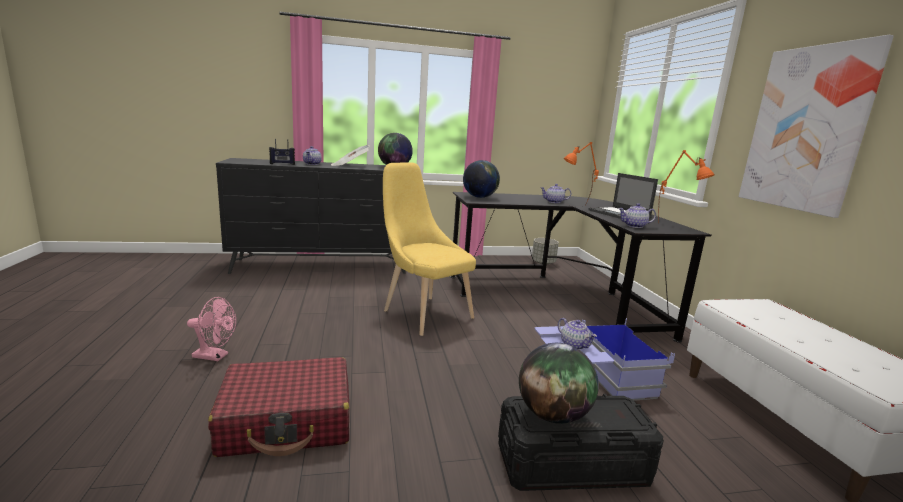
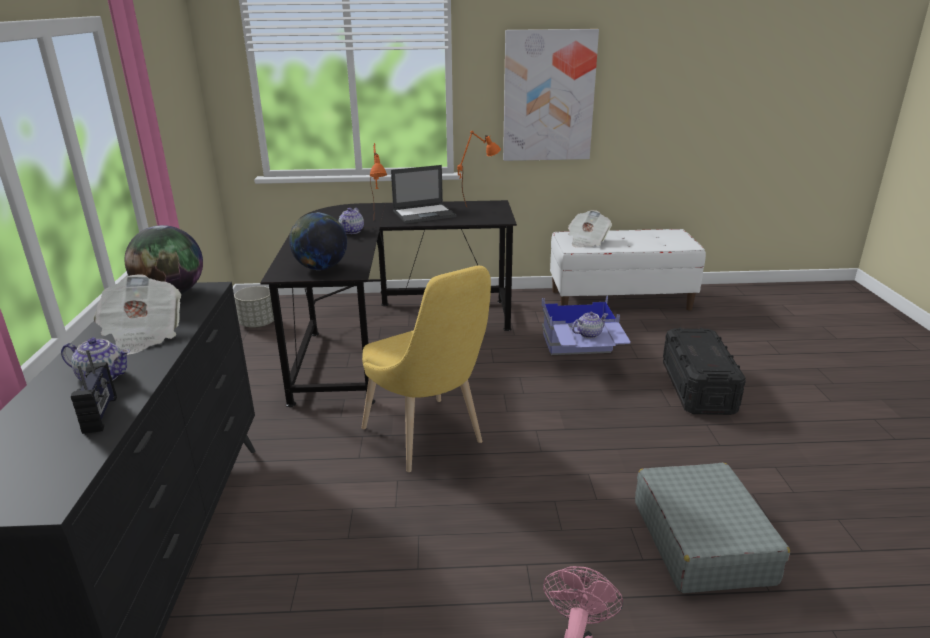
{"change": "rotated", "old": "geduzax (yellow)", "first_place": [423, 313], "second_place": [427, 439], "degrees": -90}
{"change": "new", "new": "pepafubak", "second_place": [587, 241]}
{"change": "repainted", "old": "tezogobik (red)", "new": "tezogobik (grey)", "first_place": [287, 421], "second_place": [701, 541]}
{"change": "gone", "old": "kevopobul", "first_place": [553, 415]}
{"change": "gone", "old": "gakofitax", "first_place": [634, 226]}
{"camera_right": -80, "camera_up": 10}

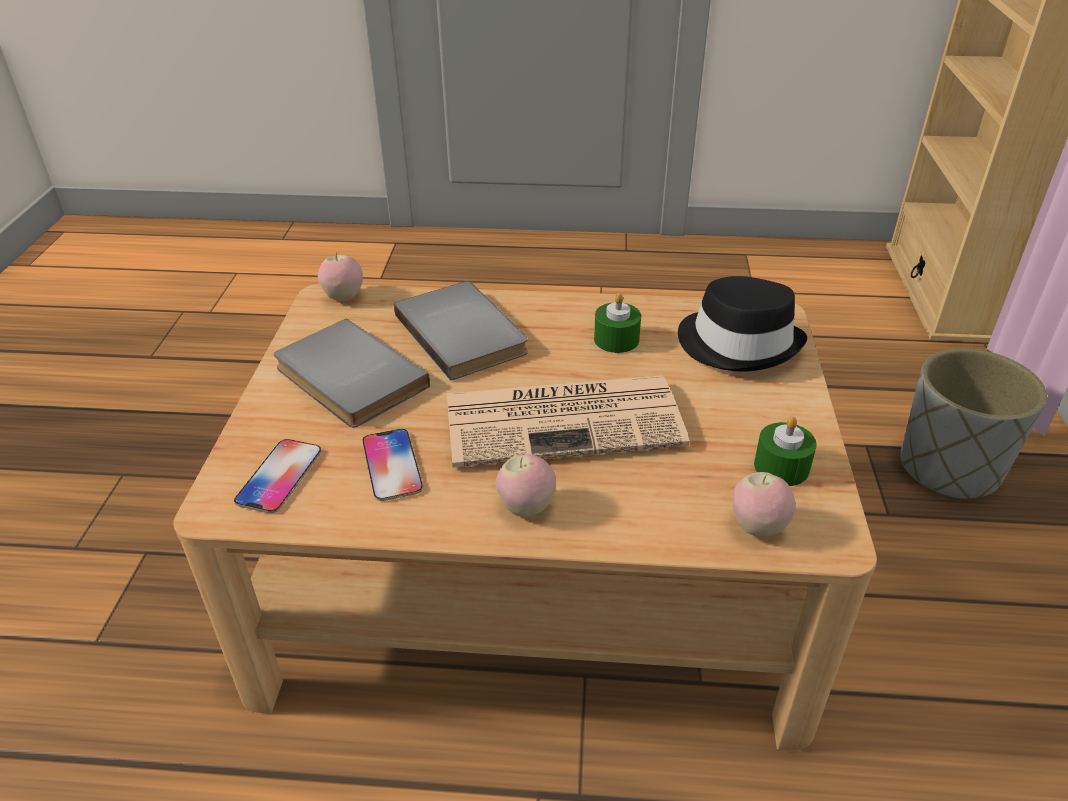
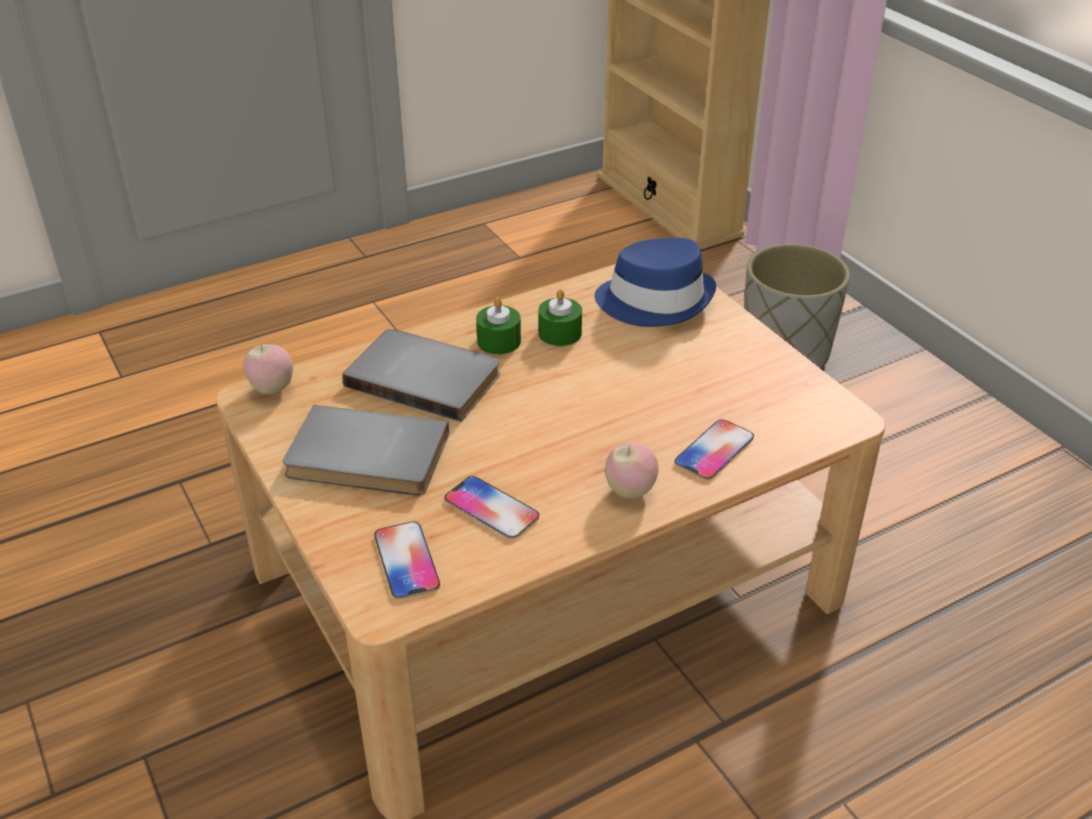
{"change": "shifted", "old": "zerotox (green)", "first_place": [781, 467], "second_place": [499, 341]}
{"change": "repainted", "old": "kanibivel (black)", "new": "kanibivel (blue)", "first_place": [739, 343], "second_place": [655, 300]}
{"change": "new", "new": "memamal", "second_place": [714, 451]}
{"change": "gone", "old": "pepafubak", "first_place": [566, 420]}
{"change": "gone", "old": "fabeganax", "first_place": [757, 527]}
{"camera_right": -35, "camera_up": 0}

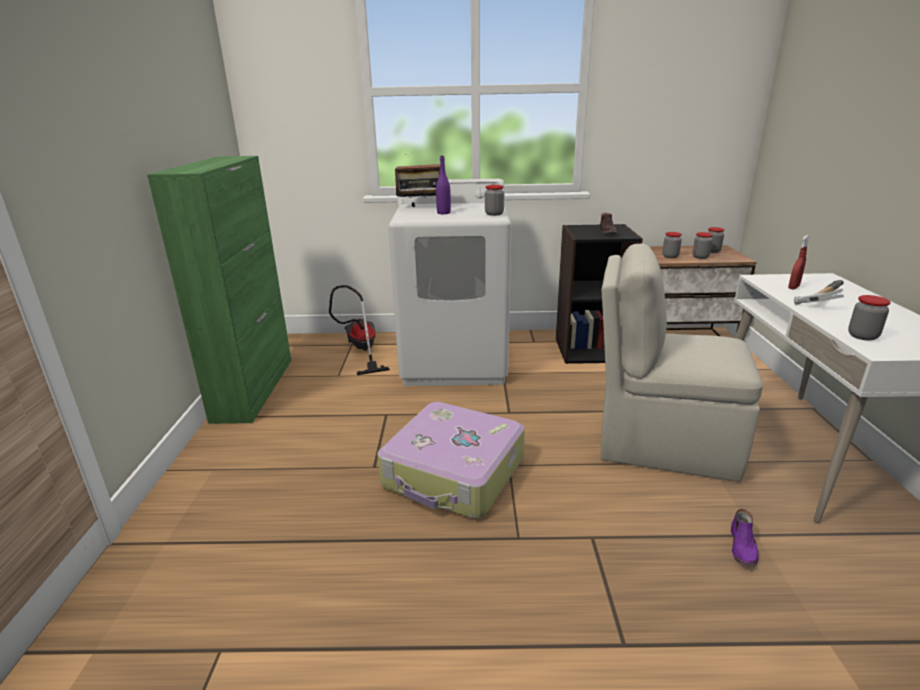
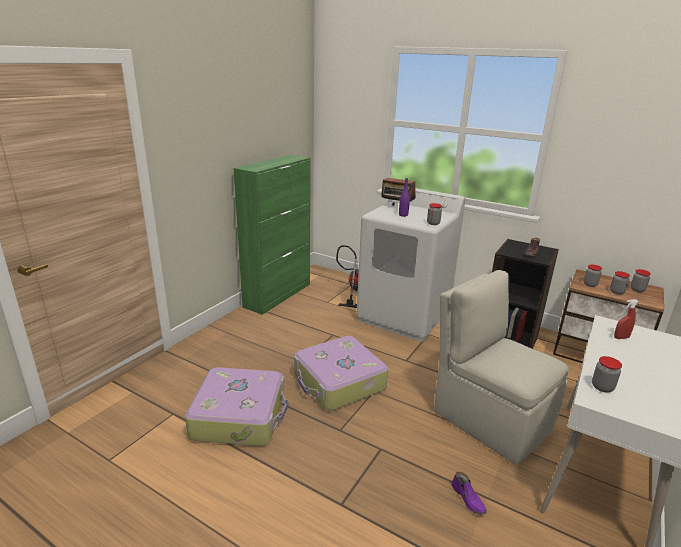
{"change": "new", "new": "tezogobik", "second_place": [240, 416]}
{"change": "rotated", "old": "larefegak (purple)", "first_place": [743, 547], "second_place": [468, 499], "degrees": -75}
{"change": "gone", "old": "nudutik", "first_place": [820, 299]}
{"camera_right": 30, "camera_up": 0}

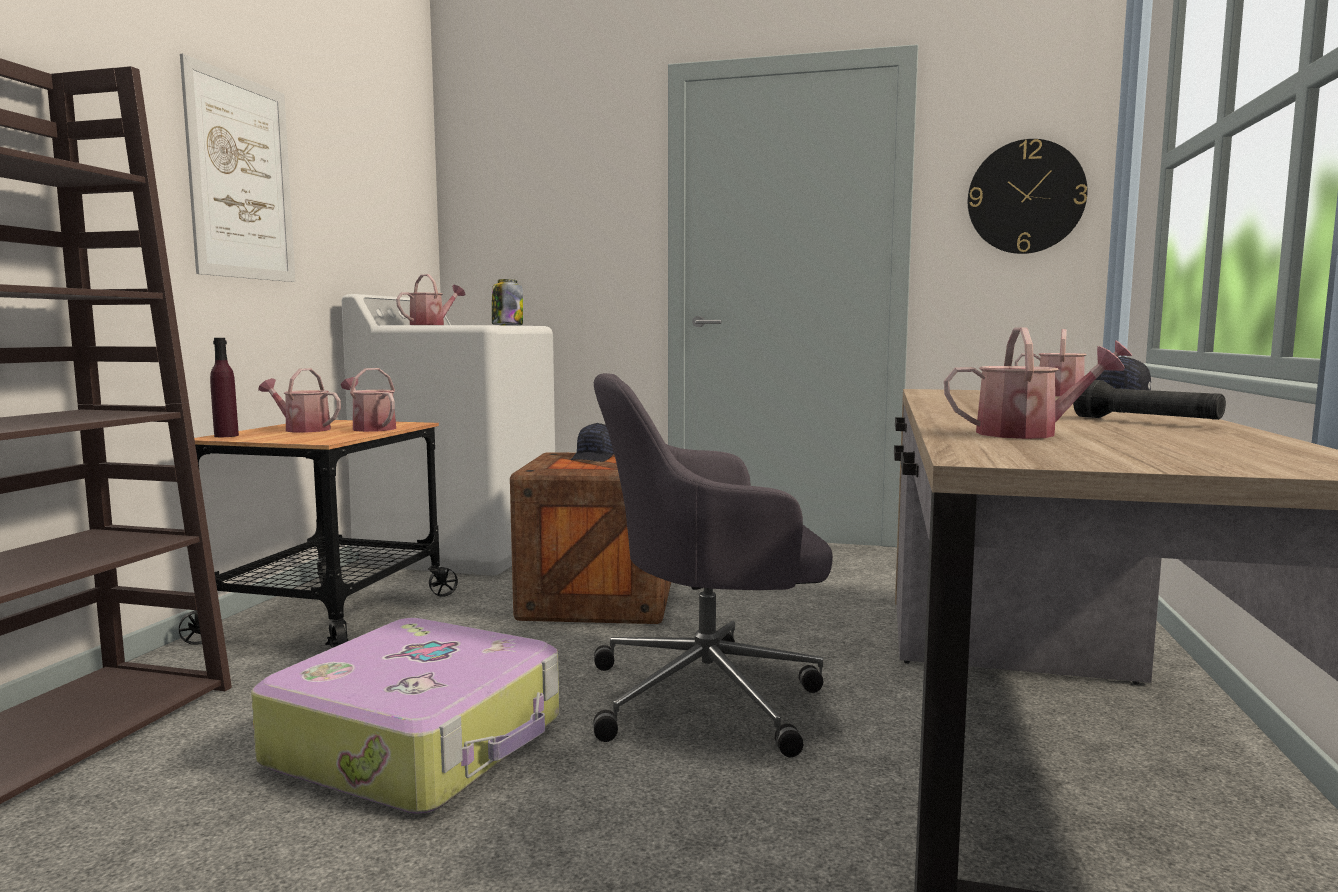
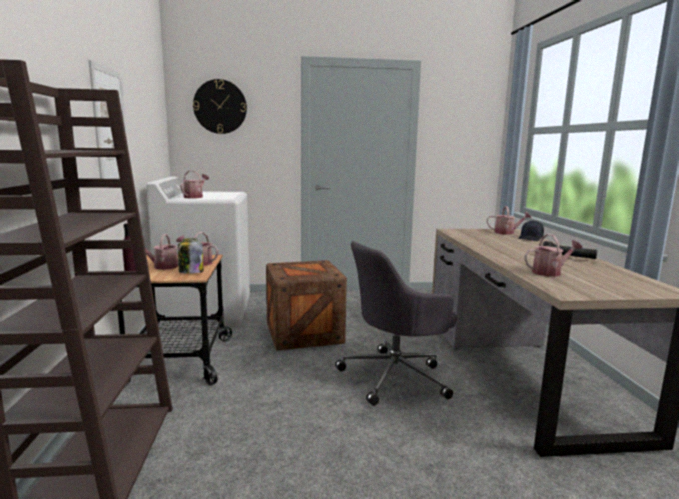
{"change": "shifted", "old": "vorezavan", "first_place": [507, 325], "second_place": [190, 272]}
{"change": "shifted", "old": "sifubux", "first_place": [1025, 197], "second_place": [220, 106]}
{"change": "gone", "old": "tezogobik", "first_place": [421, 741]}
{"change": "gone", "old": "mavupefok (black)", "first_place": [595, 458]}
{"camera_right": -20, "camera_up": 5}

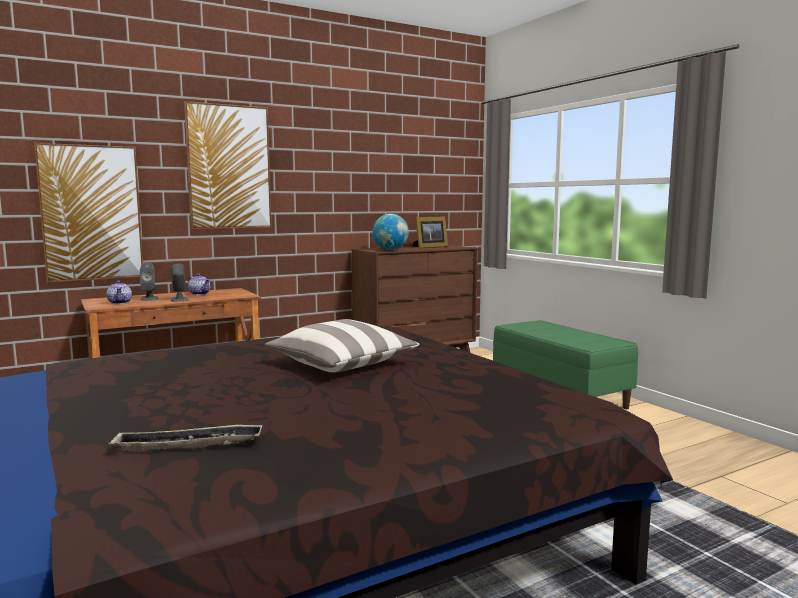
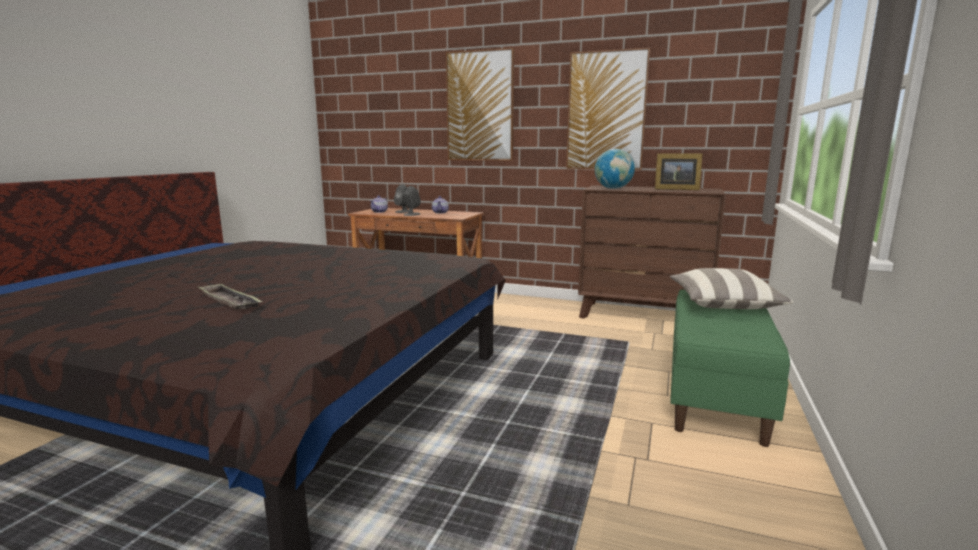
{"change": "shifted", "old": "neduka", "first_place": [188, 445], "second_place": [229, 302]}
{"change": "shifted", "old": "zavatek", "first_place": [91, 213], "second_place": [606, 111]}
{"change": "shifted", "old": "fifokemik", "first_place": [342, 364], "second_place": [724, 304]}
{"camera_right": 50, "camera_up": 5}

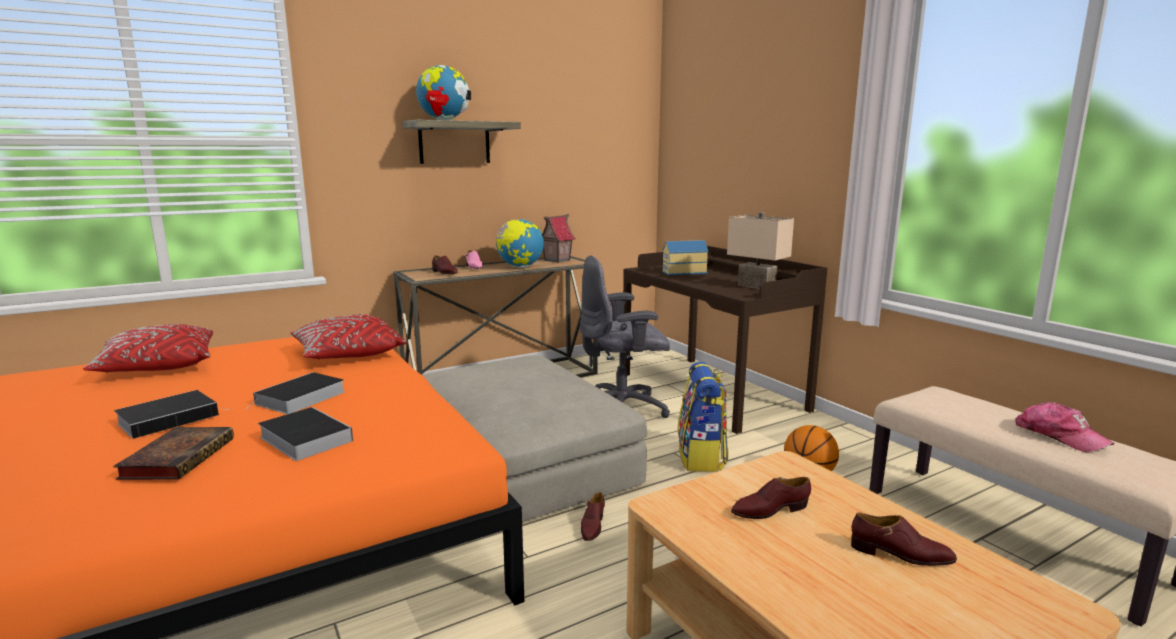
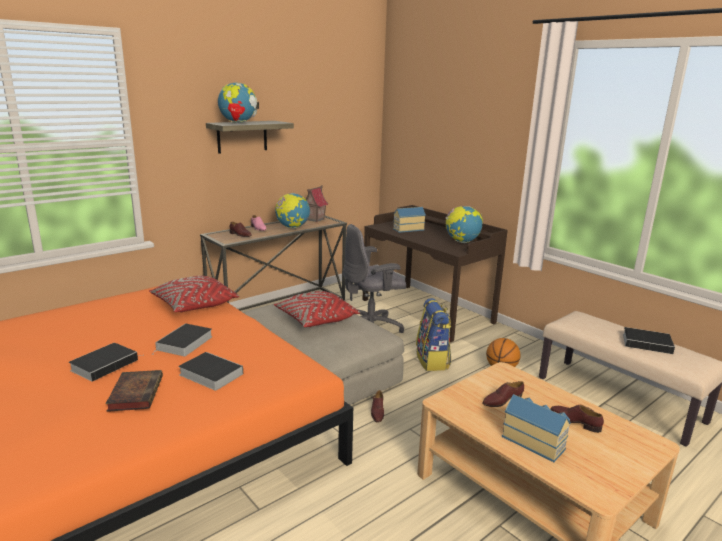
{"change": "shifted", "old": "fifokemik (red)", "first_place": [158, 367], "second_place": [316, 320]}
{"change": "swapped", "old": "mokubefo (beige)", "new": "kevopobul", "first_place": [758, 286], "second_place": [462, 242]}
{"change": "new", "new": "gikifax", "second_place": [534, 441]}
{"change": "rotated", "old": "larefegak (brown)", "first_place": [901, 555], "second_place": [575, 421], "degrees": -150}
{"change": "swapped", "old": "mavupefok", "new": "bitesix", "first_place": [1060, 436], "second_place": [648, 343]}
{"camera_right": -10, "camera_up": 5}

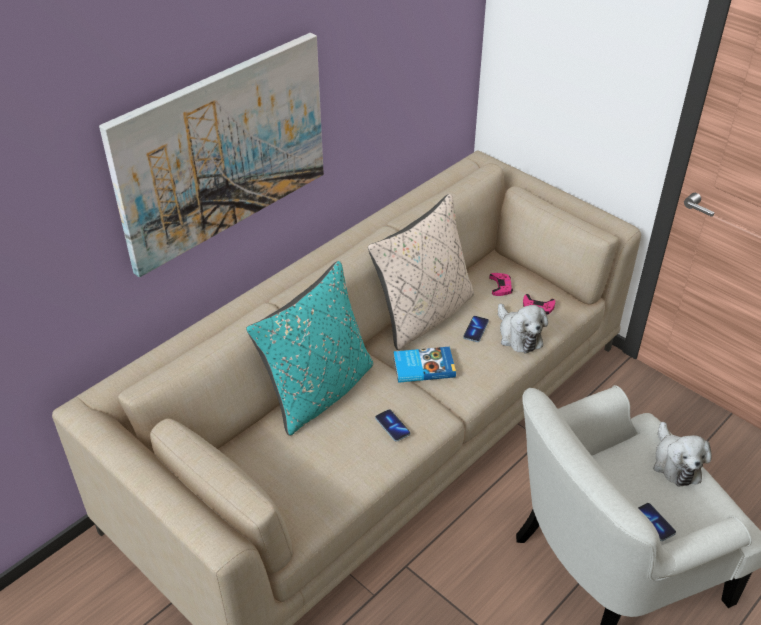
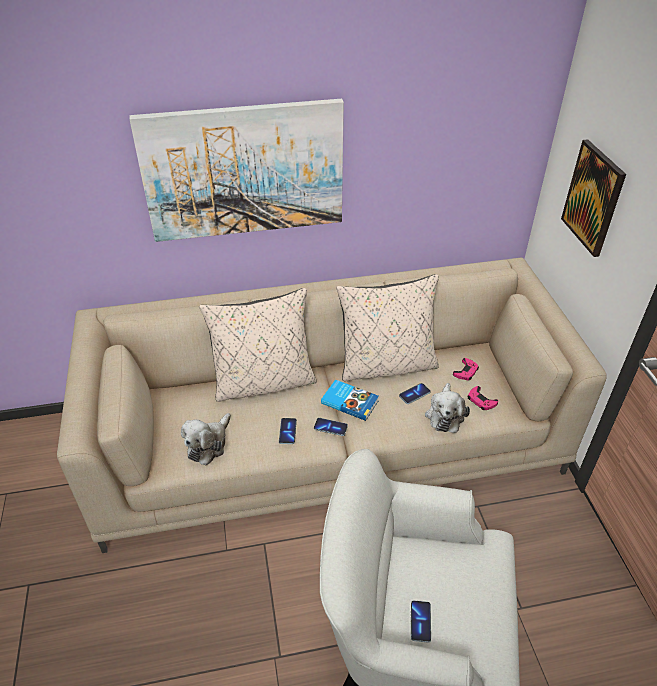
{"change": "shifted", "old": "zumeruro", "first_place": [675, 463], "second_place": [208, 444]}
{"change": "repainted", "old": "fifokemik (turquoise)", "new": "fifokemik (beige)", "first_place": [319, 391], "second_place": [264, 382]}
{"change": "new", "new": "memamal", "second_place": [330, 427]}
{"change": "new", "new": "zavatek", "second_place": [593, 198]}
{"camera_right": 35, "camera_up": 0}

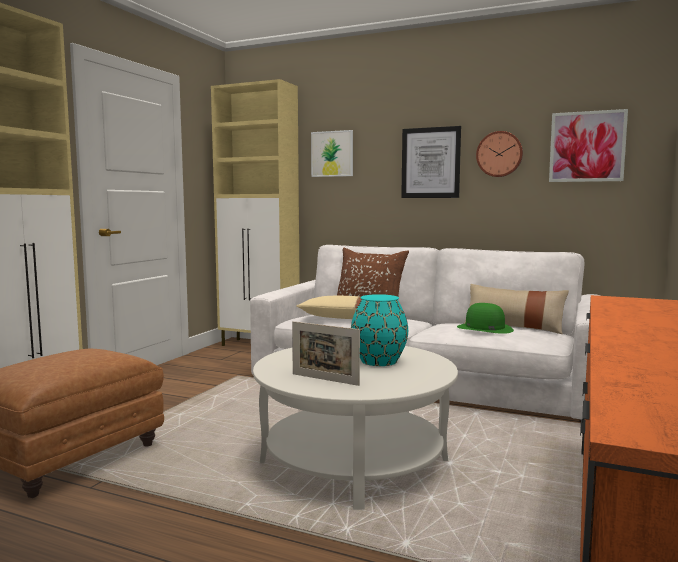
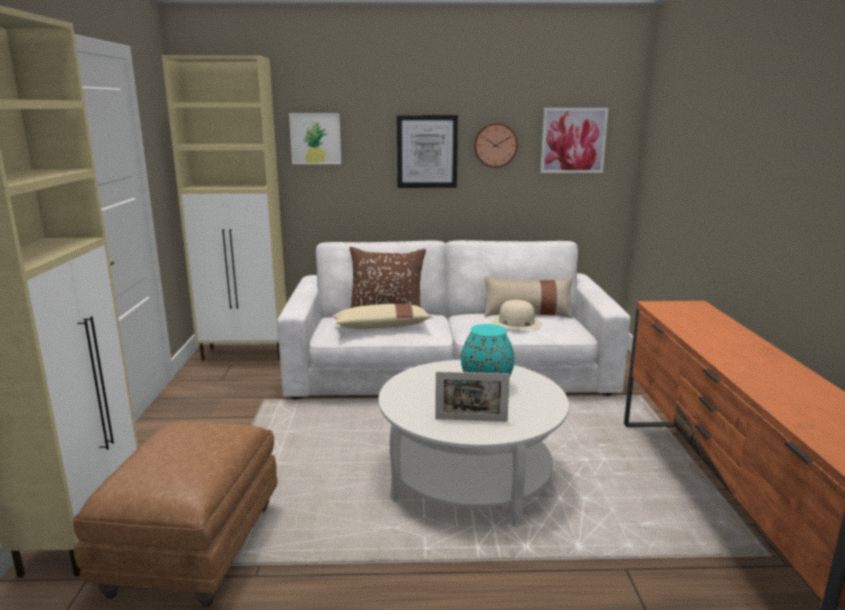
{"change": "repainted", "old": "kanibivel (green)", "new": "kanibivel (beige)", "first_place": [484, 328], "second_place": [516, 323]}
{"camera_right": -25, "camera_up": 10}

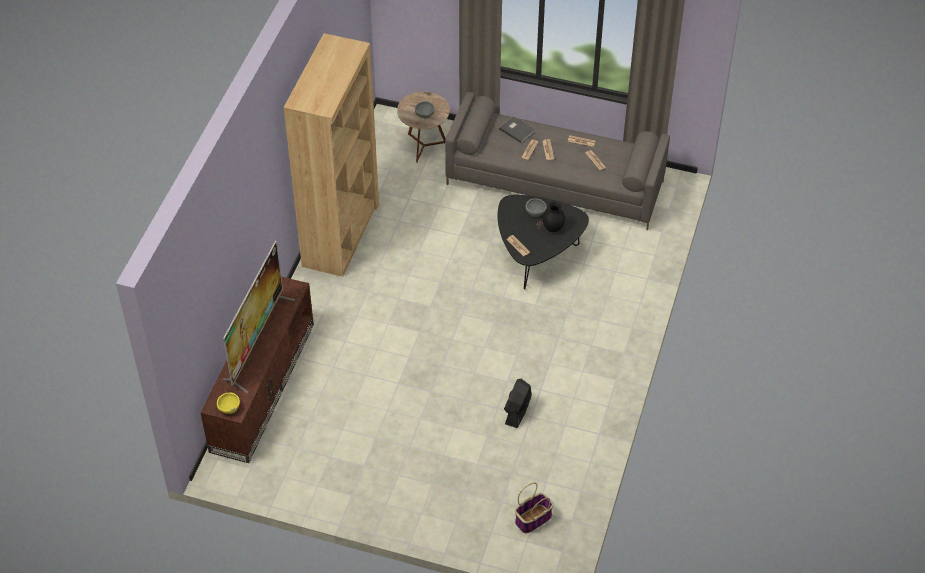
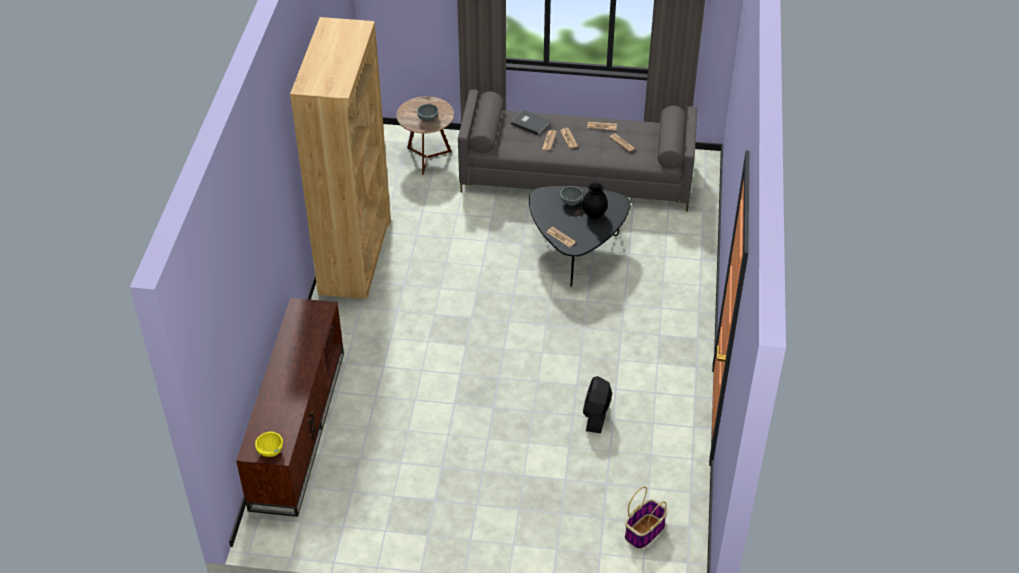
{"change": "gone", "old": "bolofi", "first_place": [257, 341]}
{"camera_right": -10, "camera_up": -5}

